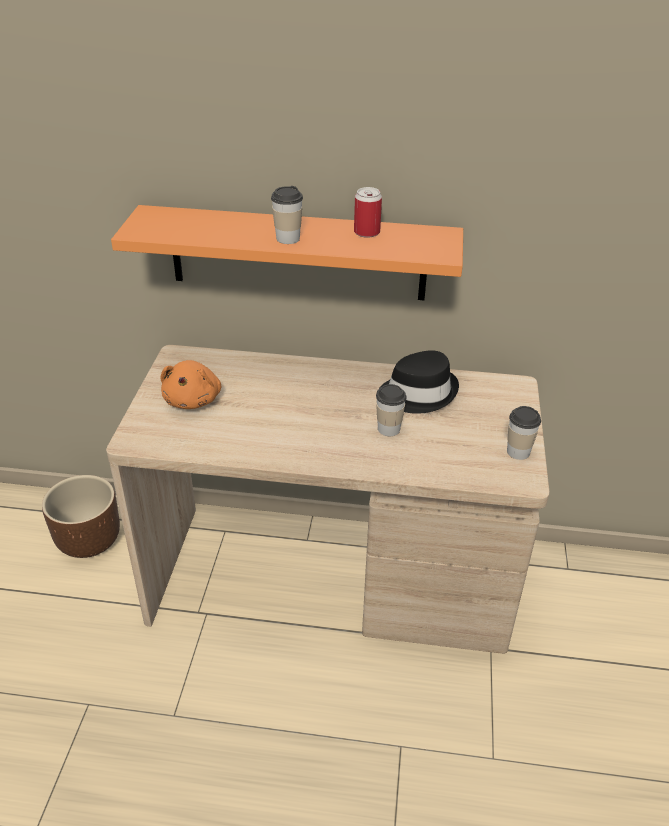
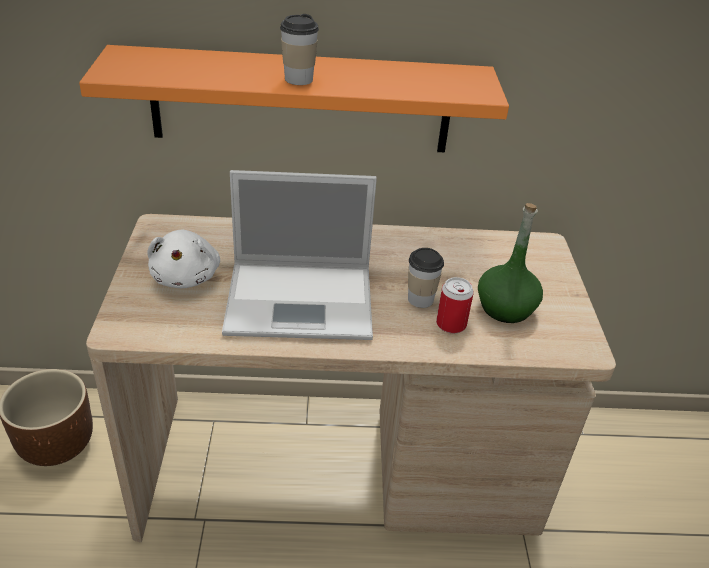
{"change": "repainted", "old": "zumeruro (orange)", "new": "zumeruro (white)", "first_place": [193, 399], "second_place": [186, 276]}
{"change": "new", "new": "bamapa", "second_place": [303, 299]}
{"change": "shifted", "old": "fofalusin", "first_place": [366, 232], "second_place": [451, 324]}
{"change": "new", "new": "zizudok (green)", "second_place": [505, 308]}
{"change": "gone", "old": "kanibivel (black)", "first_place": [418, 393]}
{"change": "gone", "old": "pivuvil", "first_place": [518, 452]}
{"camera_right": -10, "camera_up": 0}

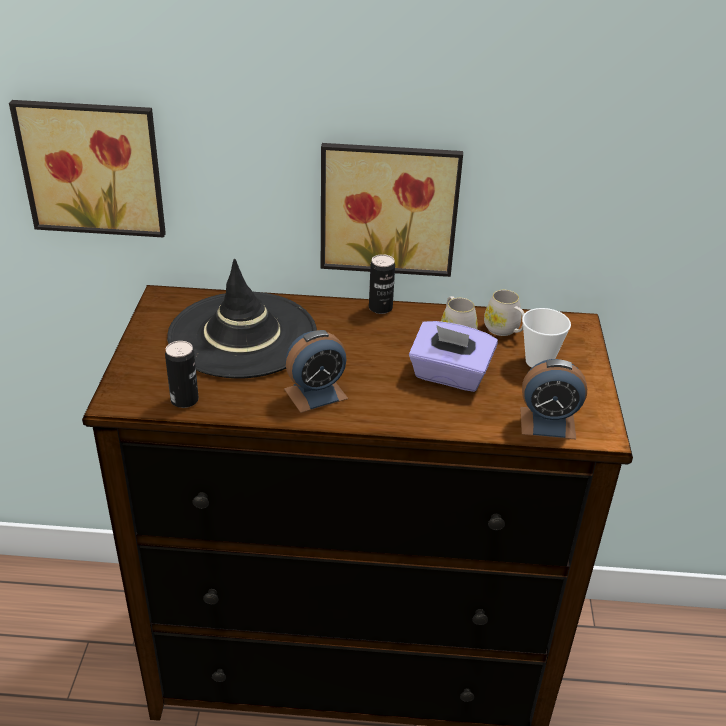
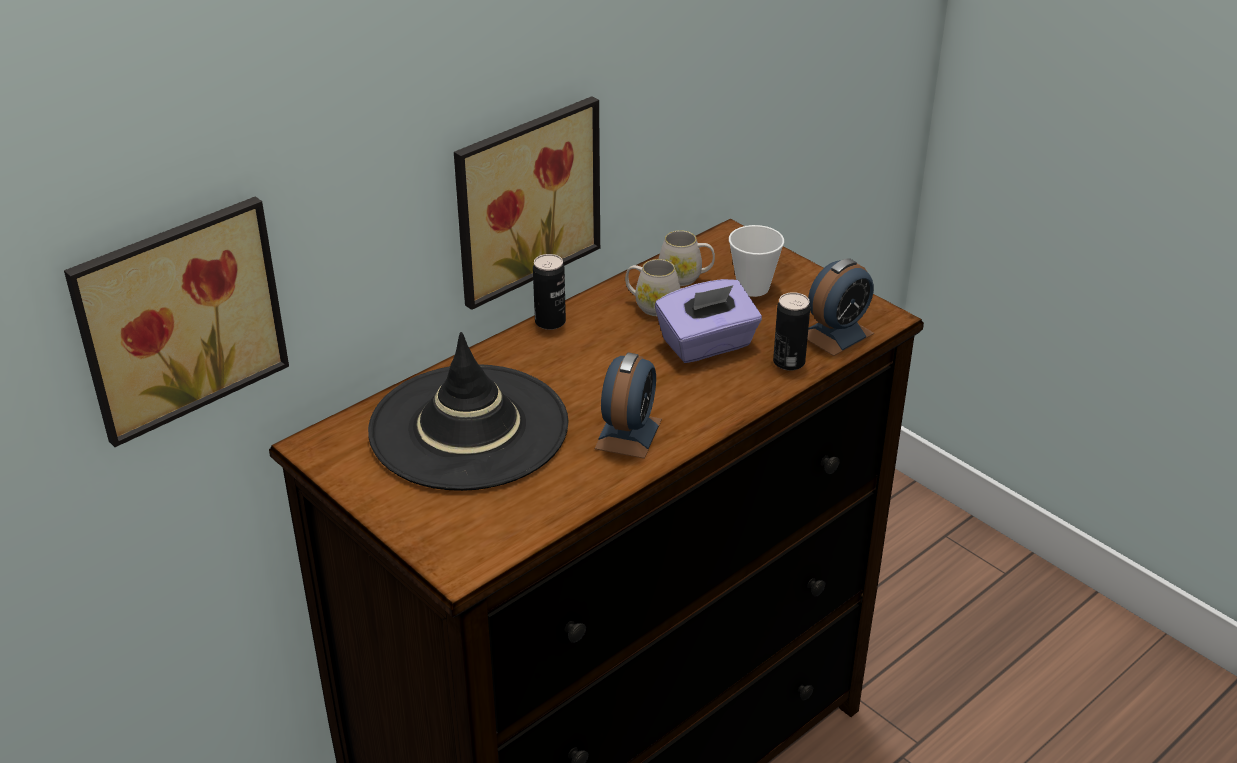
{"change": "shifted", "old": "fofalusin", "first_place": [184, 400], "second_place": [789, 362]}
{"camera_right": -45, "camera_up": 0}

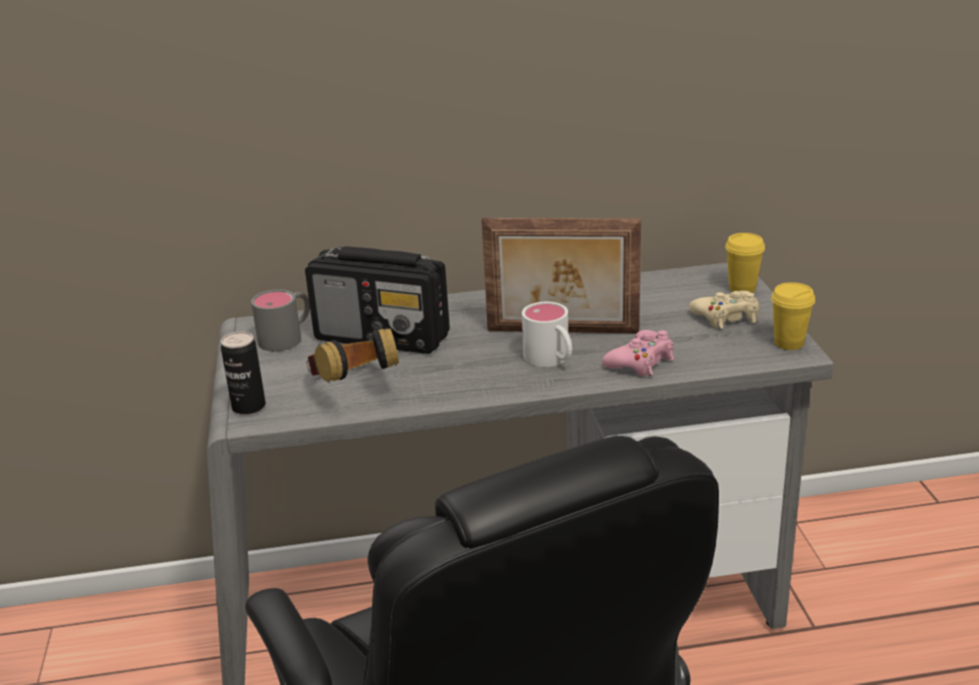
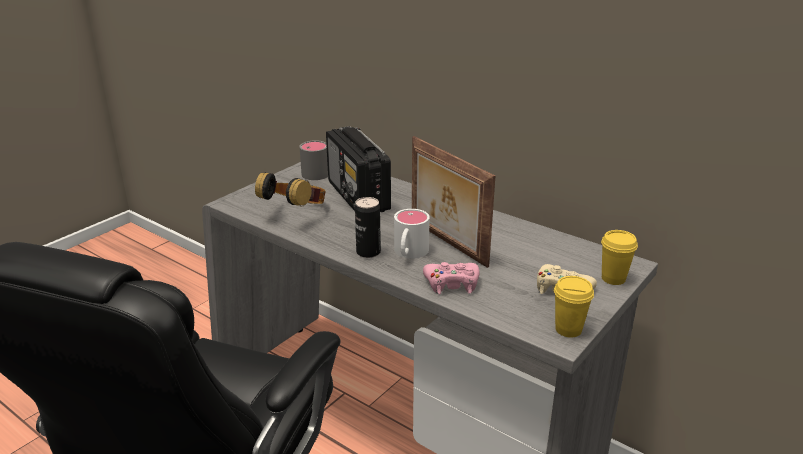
{"change": "shifted", "old": "fofalusin", "first_place": [249, 407], "second_place": [368, 252]}
{"camera_right": 45, "camera_up": 0}

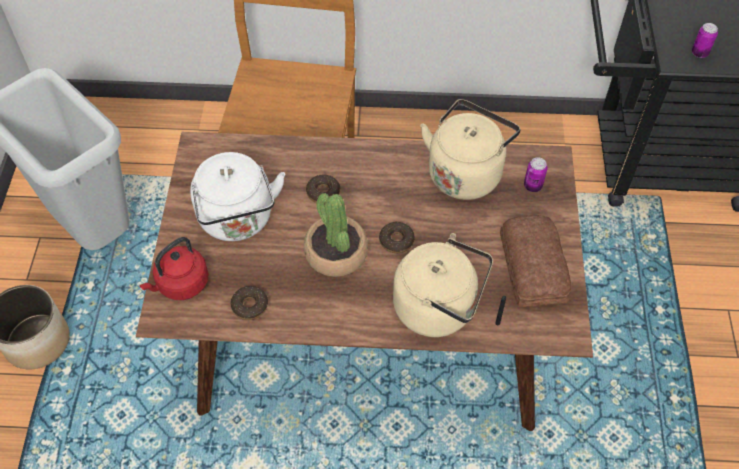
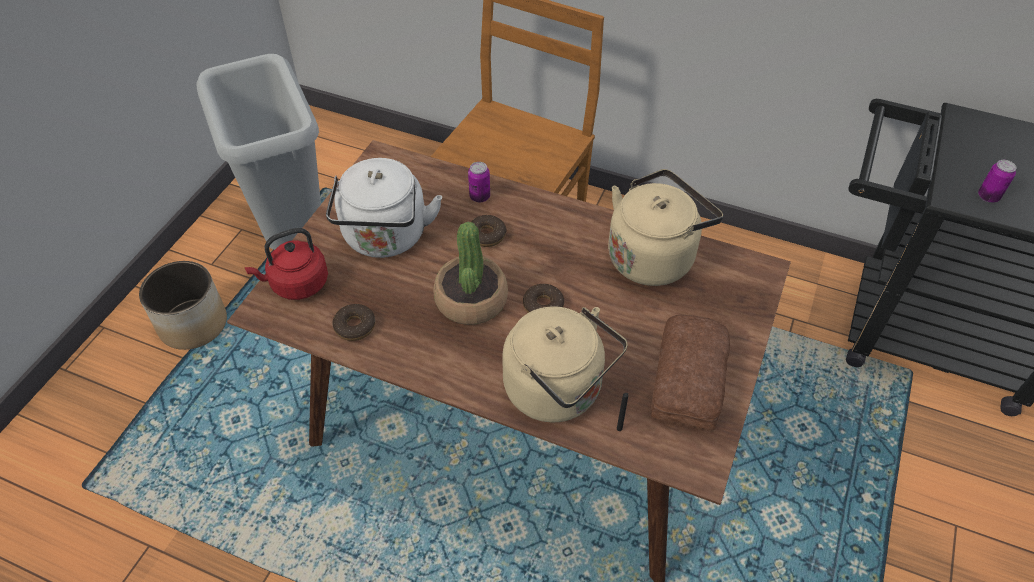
{"change": "shifted", "old": "fofalusin", "first_place": [532, 186], "second_place": [480, 197]}
{"camera_right": 20, "camera_up": -5}

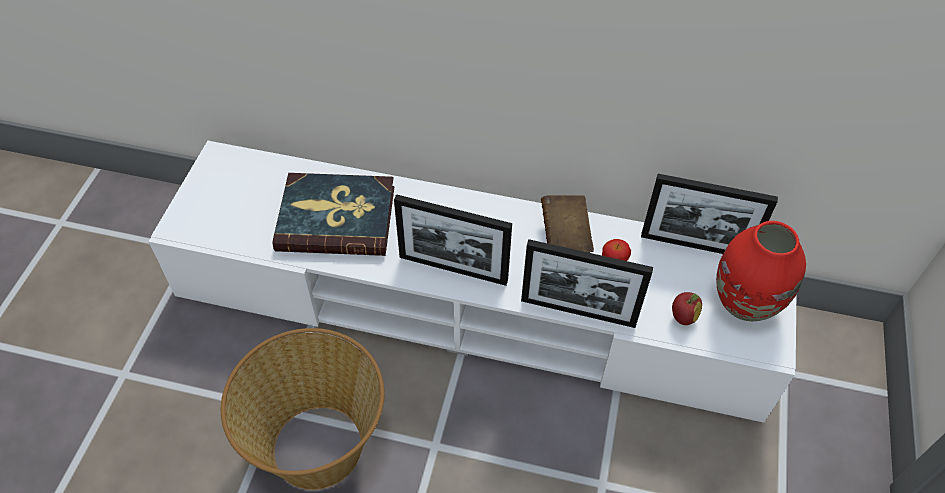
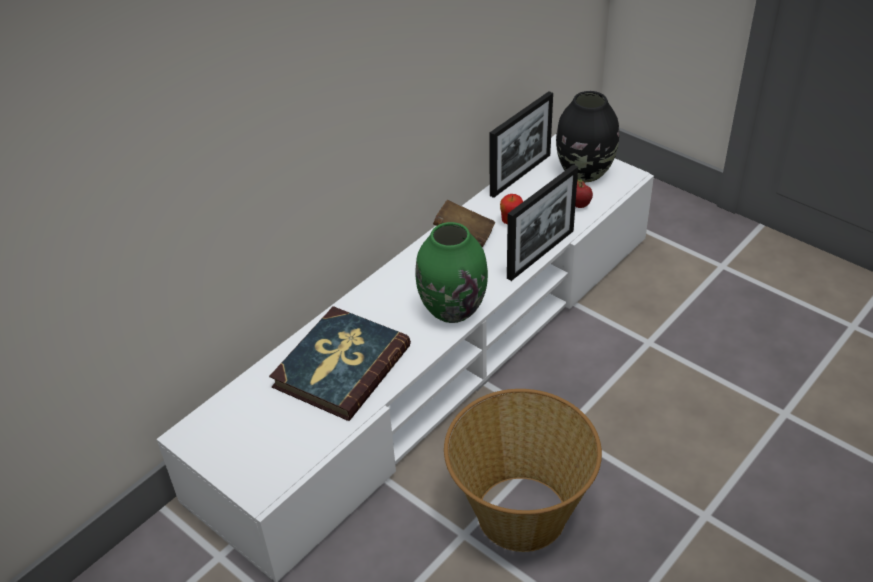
{"change": "swapped", "old": "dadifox", "new": "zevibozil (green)", "first_place": [453, 269], "second_place": [452, 309]}
{"change": "repainted", "old": "zevibozil (red)", "new": "zevibozil (black)", "first_place": [744, 303], "second_place": [585, 173]}
{"camera_right": -60, "camera_up": -10}

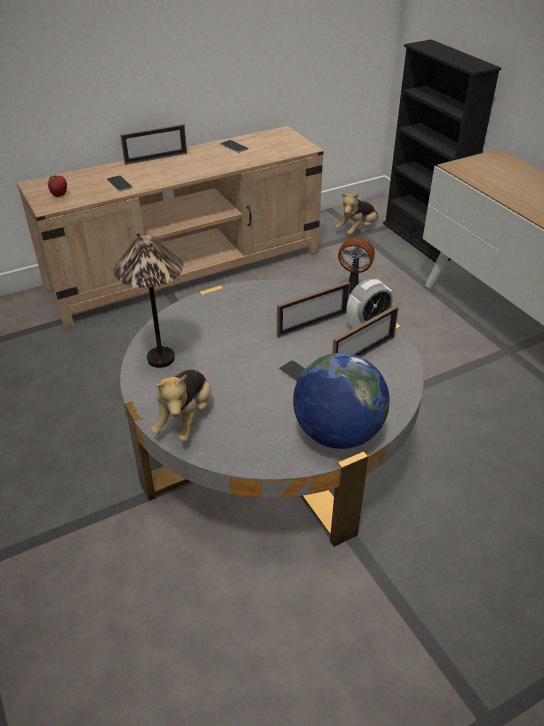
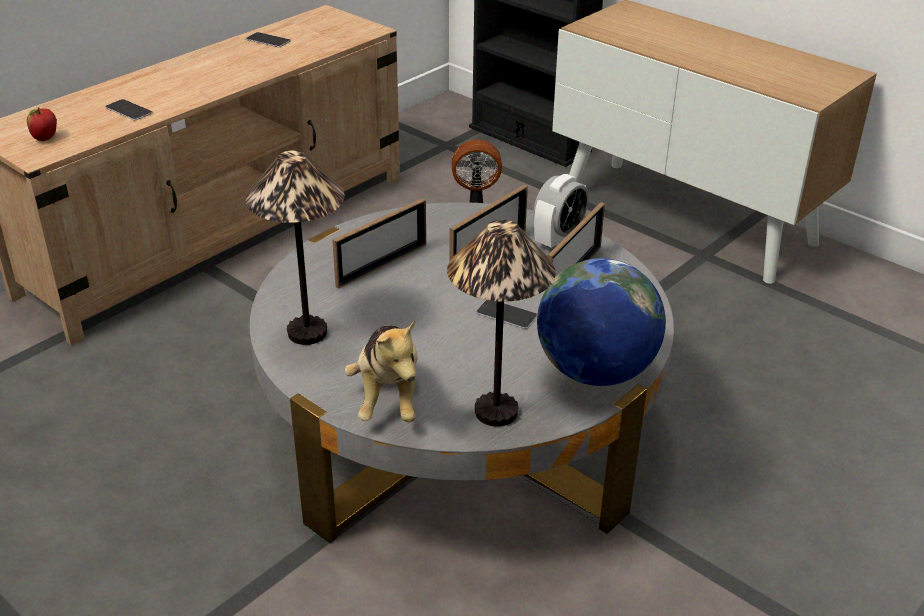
{"change": "shifted", "old": "dadifox", "first_place": [156, 158], "second_place": [382, 265]}
{"change": "new", "new": "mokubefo", "second_place": [495, 411]}
{"change": "gone", "old": "zumeruro", "first_place": [357, 230]}
{"camera_right": -20, "camera_up": -5}

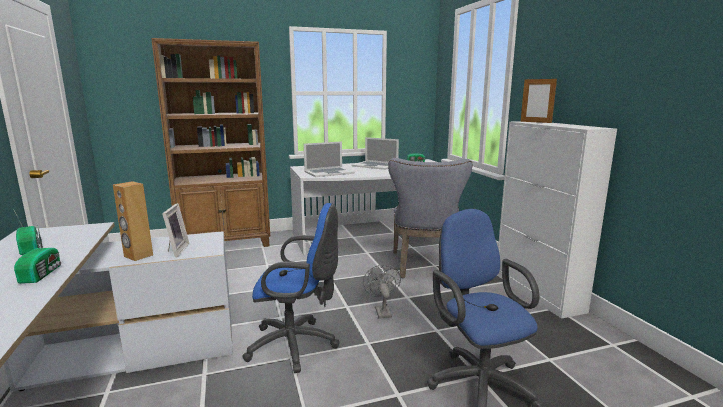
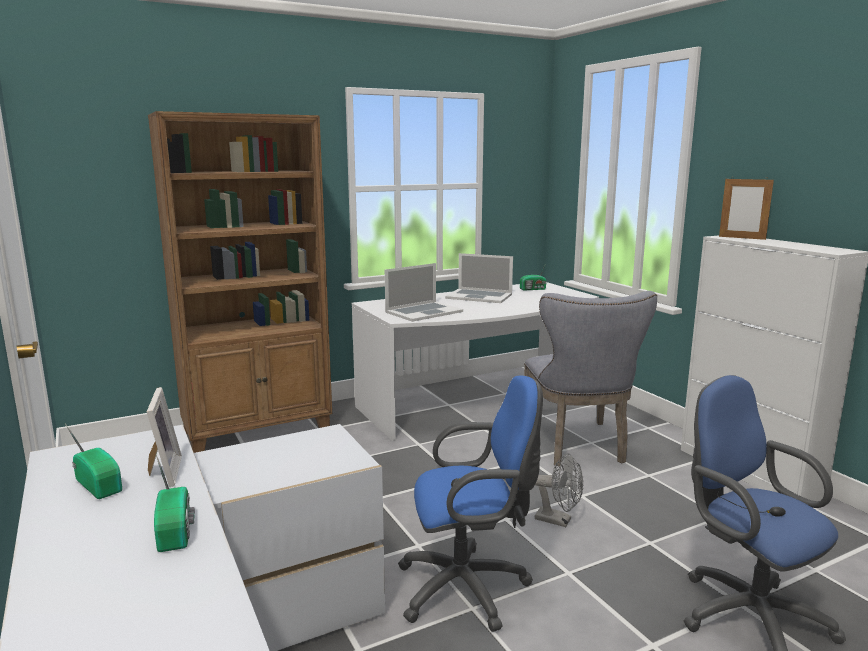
{"change": "shifted", "old": "dadifox", "first_place": [175, 250], "second_place": [162, 473]}
{"change": "rotated", "old": "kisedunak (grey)", "first_place": [381, 311], "second_place": [558, 520], "degrees": 135}
{"change": "gone", "old": "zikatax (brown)", "first_place": [138, 256]}
{"camera_right": -10, "camera_up": 0}

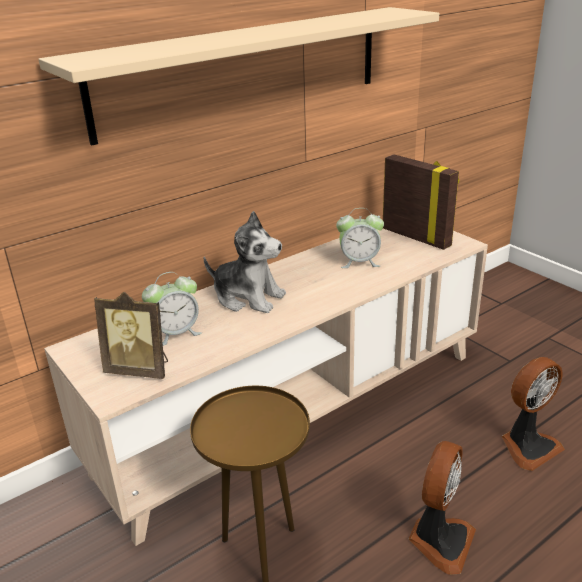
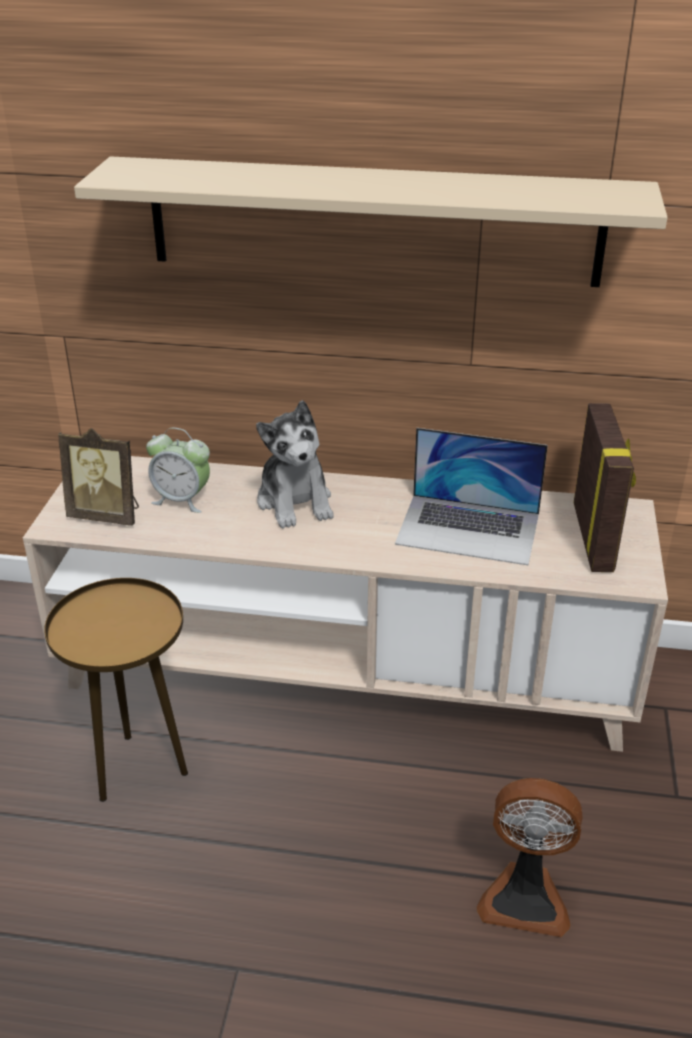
{"change": "rotated", "old": "dadifox", "first_place": [140, 369], "second_place": [107, 515], "degrees": -45}
{"change": "swapped", "old": "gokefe", "new": "bamapa", "first_place": [359, 262], "second_place": [469, 529]}
{"change": "gone", "old": "kisedunak", "first_place": [439, 540]}
{"camera_right": 45, "camera_up": 5}

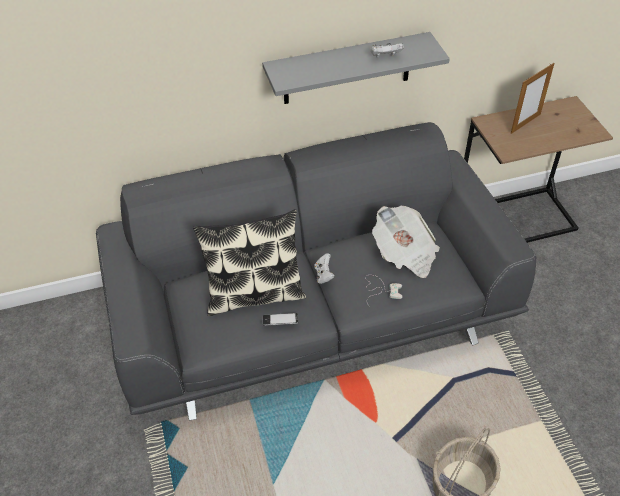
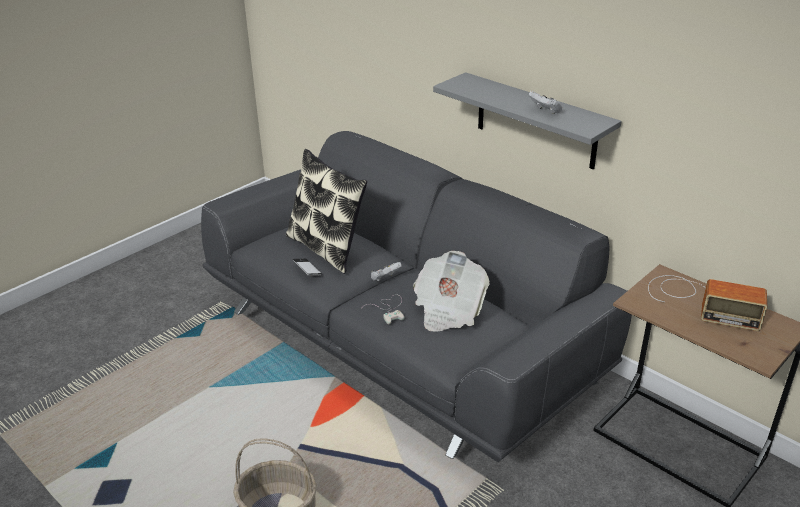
{"change": "swapped", "old": "dadifox", "new": "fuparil", "first_place": [525, 123], "second_place": [700, 301]}
{"camera_right": 60, "camera_up": -15}

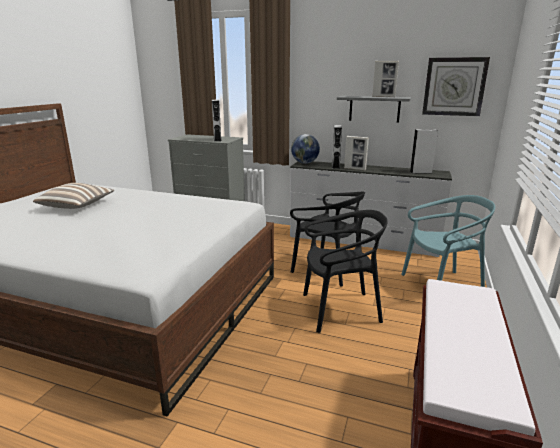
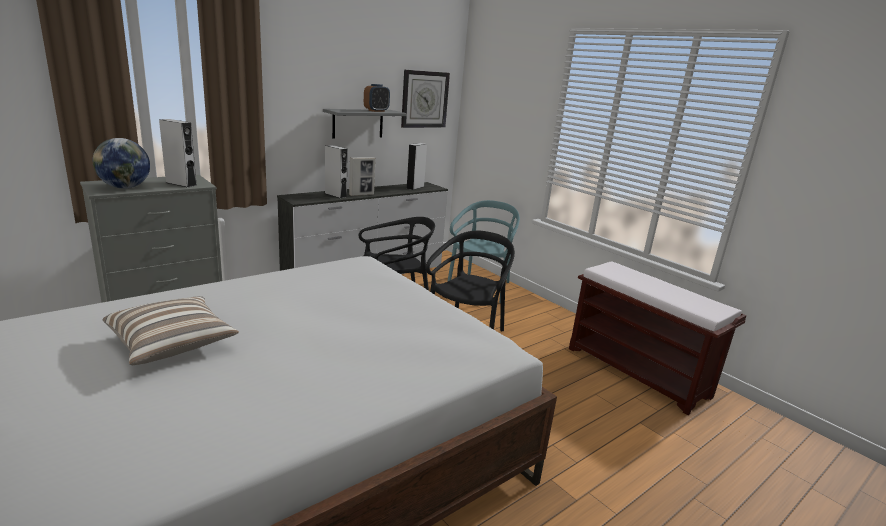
{"change": "shifted", "old": "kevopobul", "first_place": [304, 163], "second_place": [125, 187]}
{"change": "swapped", "old": "dadifox", "new": "gokefe", "first_place": [383, 97], "second_place": [376, 111]}
{"camera_right": -60, "camera_up": 0}

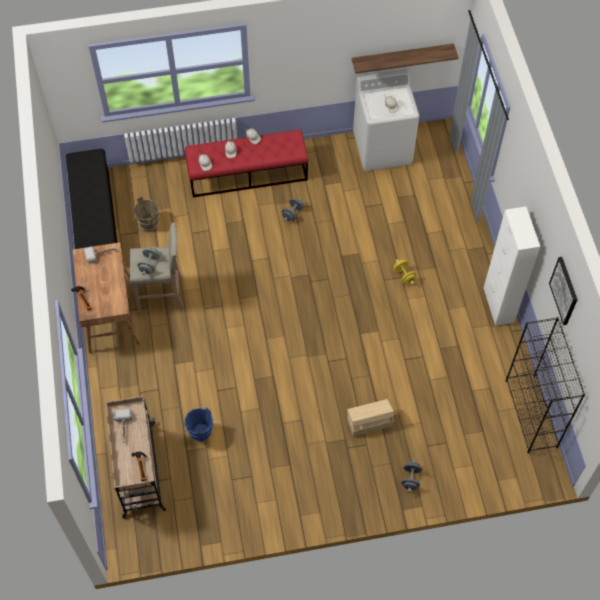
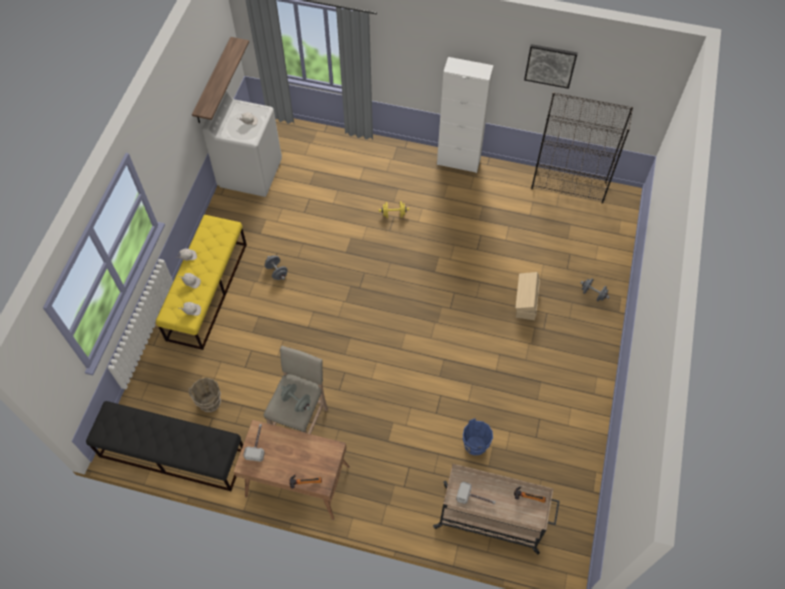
{"change": "repainted", "old": "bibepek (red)", "new": "bibepek (yellow)", "first_place": [248, 174], "second_place": [207, 291]}
{"camera_right": -65, "camera_up": 0}

